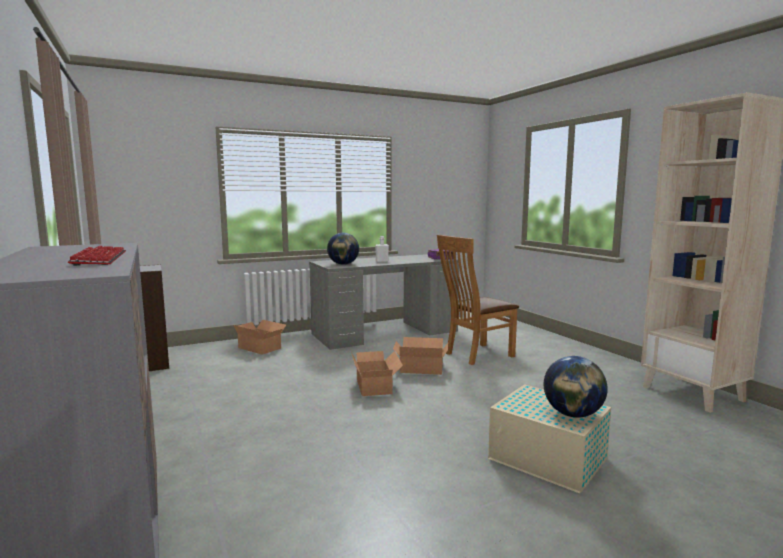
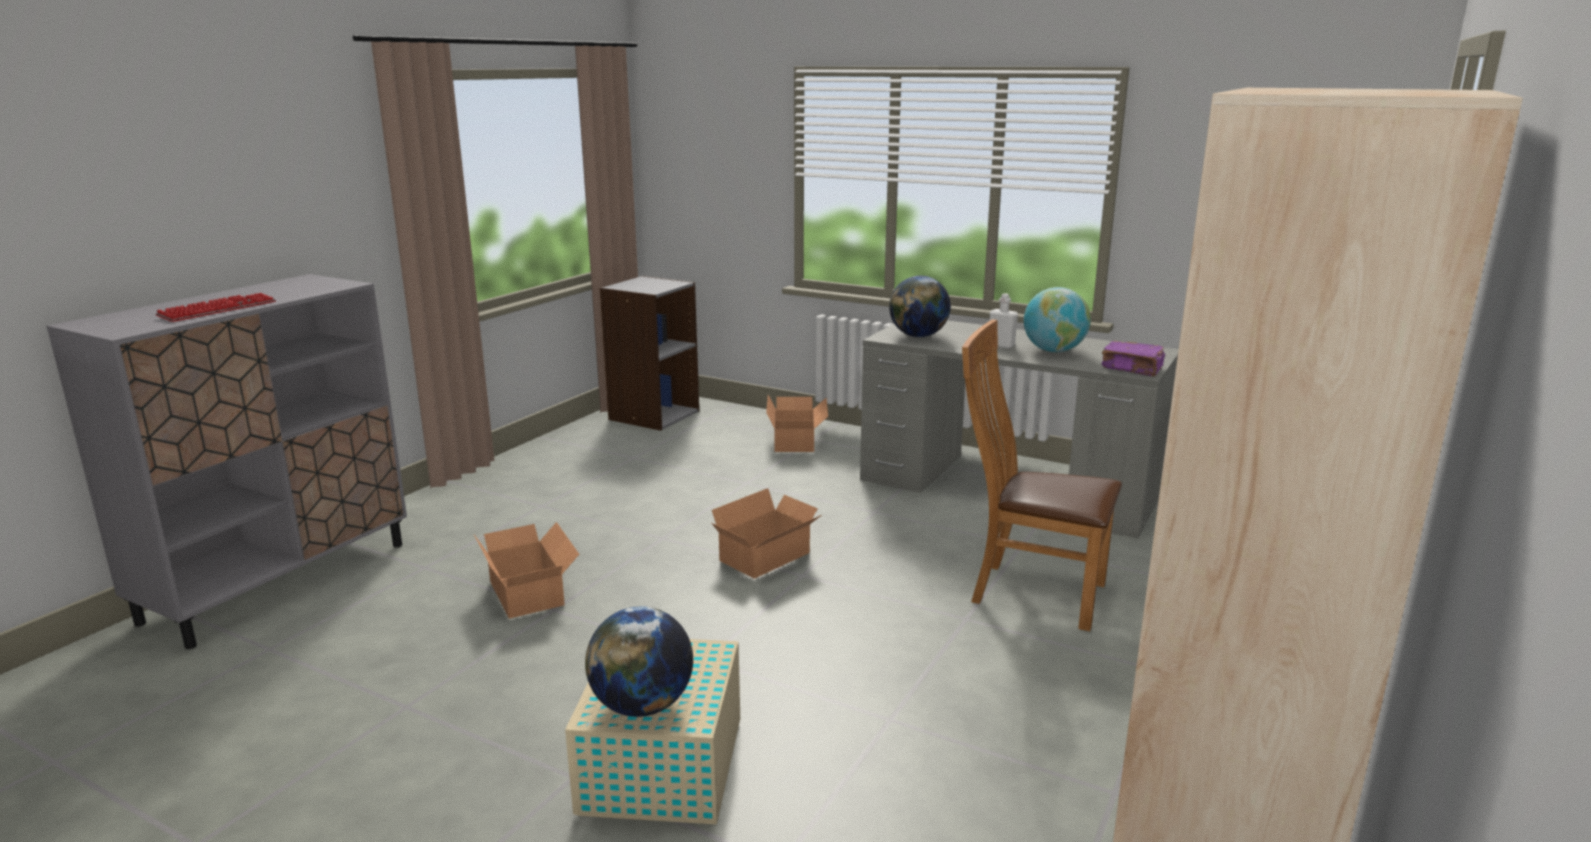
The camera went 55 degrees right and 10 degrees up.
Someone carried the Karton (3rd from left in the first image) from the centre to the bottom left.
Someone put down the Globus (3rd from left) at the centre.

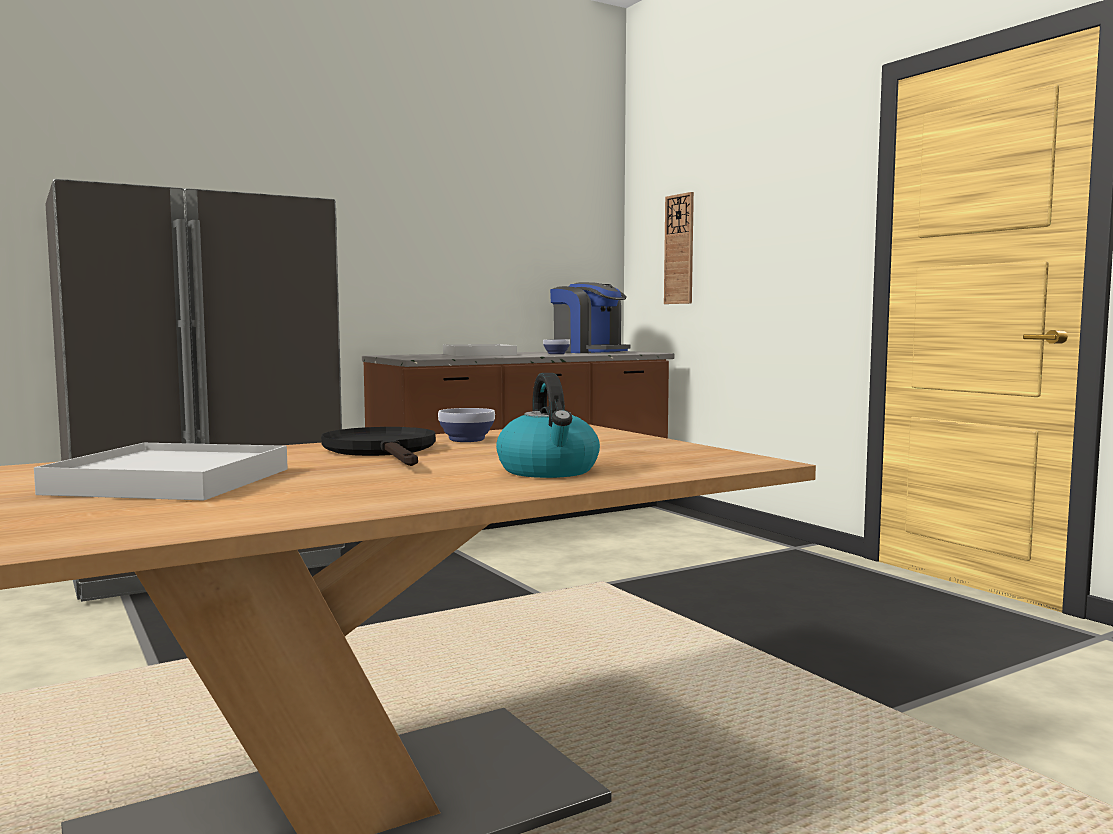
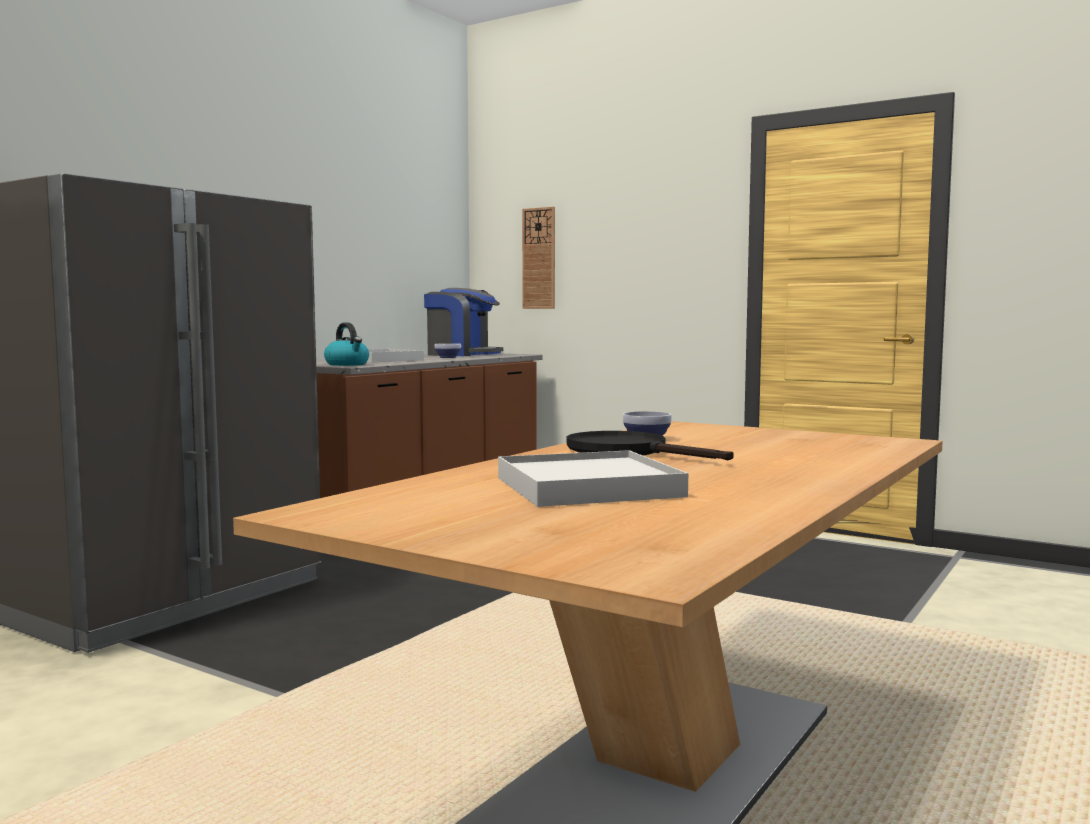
The camera went 25 degrees left and 0 degrees up.
Someone carried the Wasserkessel from the centre to the middle left.

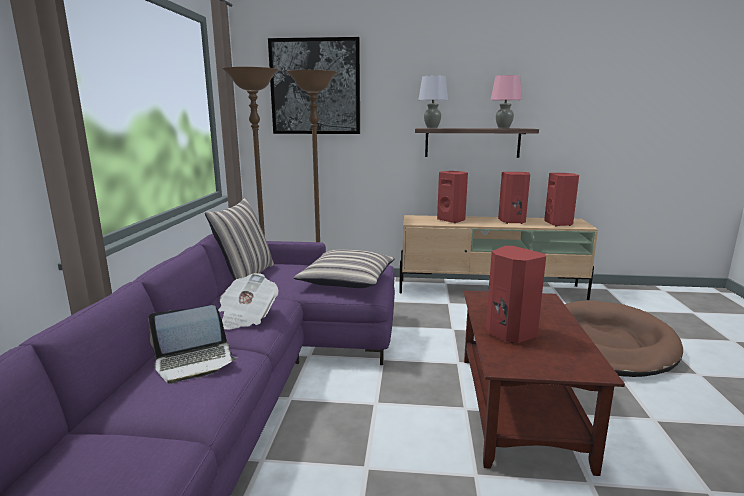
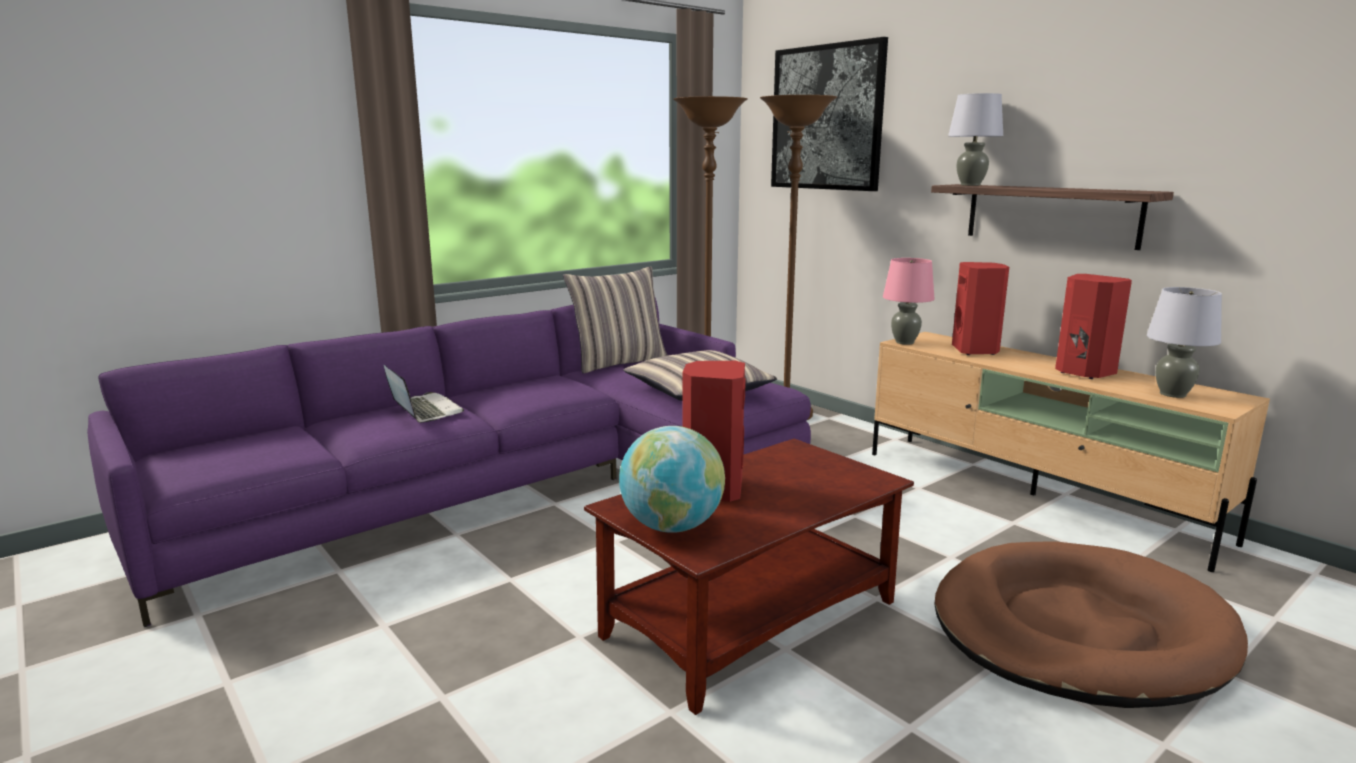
The camera went 45 degrees right and 0 degrees up.
Someone carried the Tischlampe [rosa] from the top right to the middle right.
Someone swapped the Lautsprecher [rot] (4th from left) at the middle right for the Tischlampe [grau] (2nd from left) at the middle right.
Someone took away the Zeitung at the centre.
Someone rotated the Laptop at the bottom left by 150 degrees counterclockwise.
Someone put down the Globus at the centre.

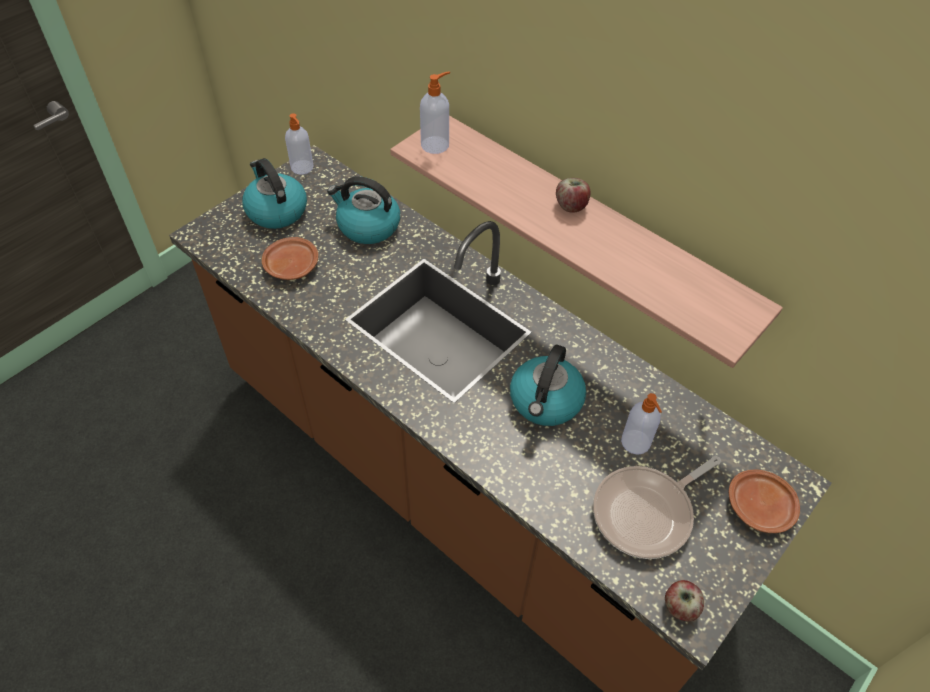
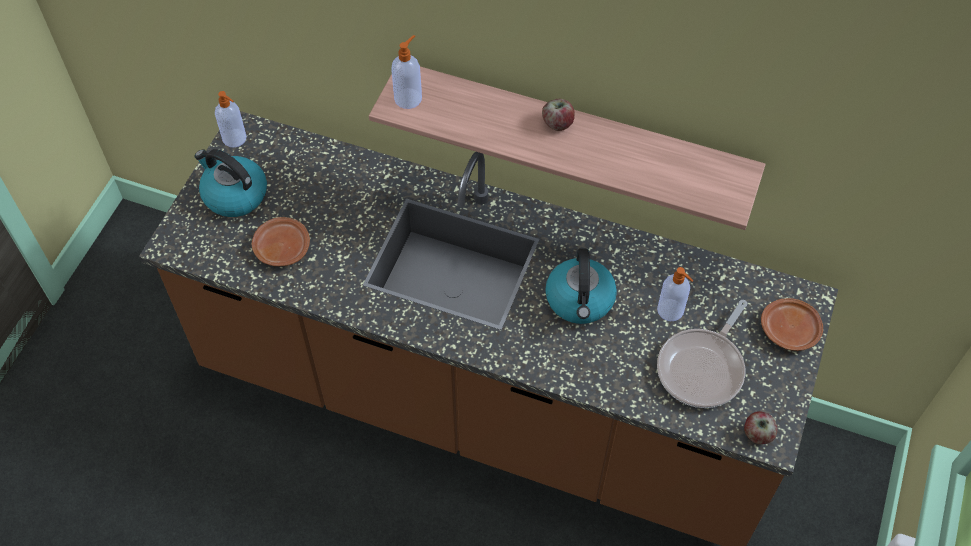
The camera went 20 degrees left and 5 degrees up.
Someone took away the Wasserkessel (2nd from left) at the top centre.

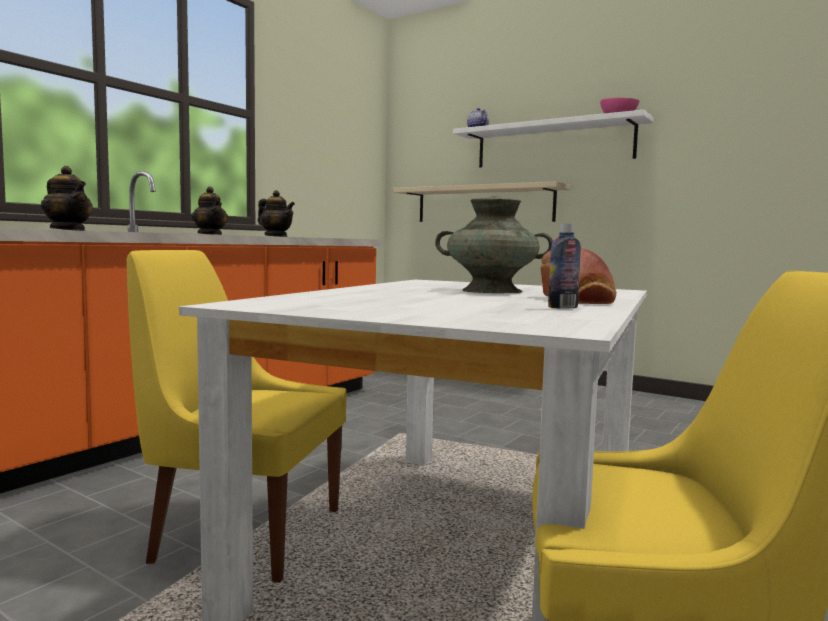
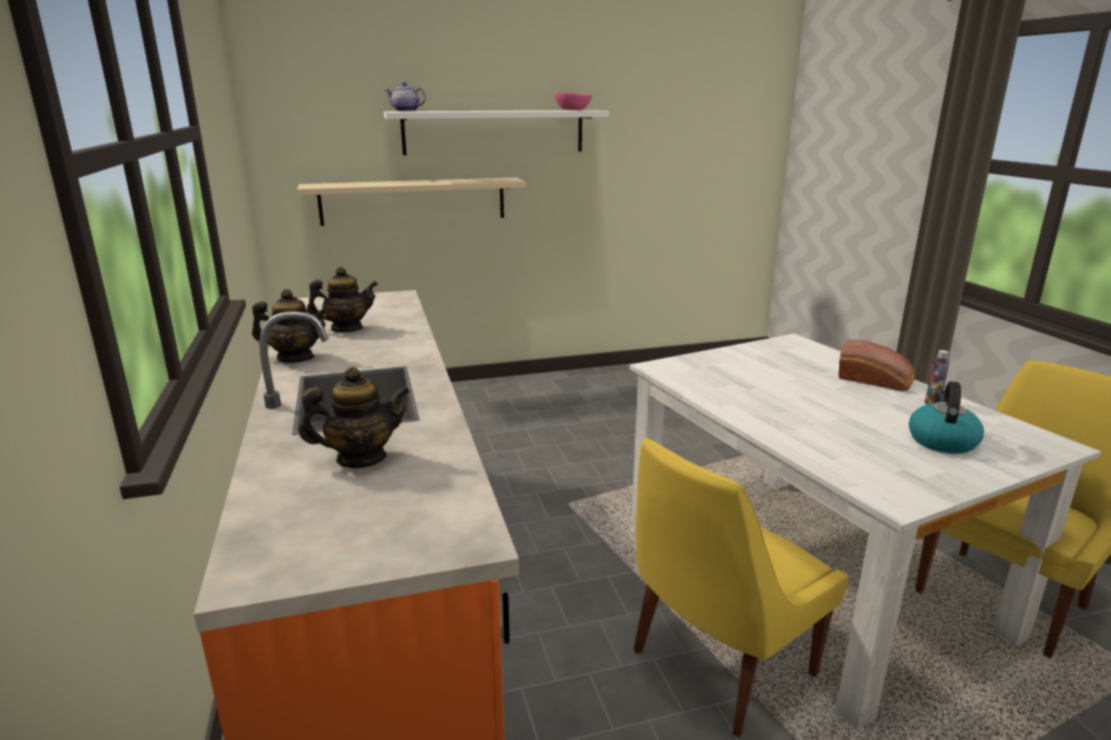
The camera went 50 degrees left and 15 degrees up.
Someone took away the Vase [türkis] at the centre.
Someone put down the Wasserkessel at the middle right.

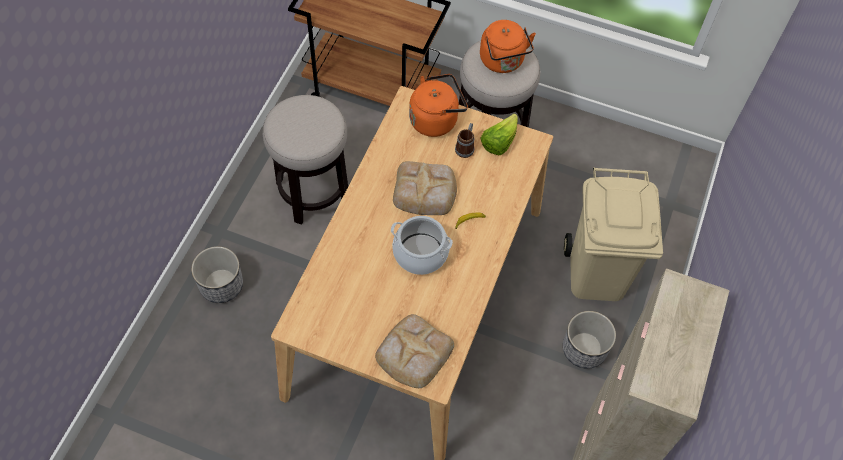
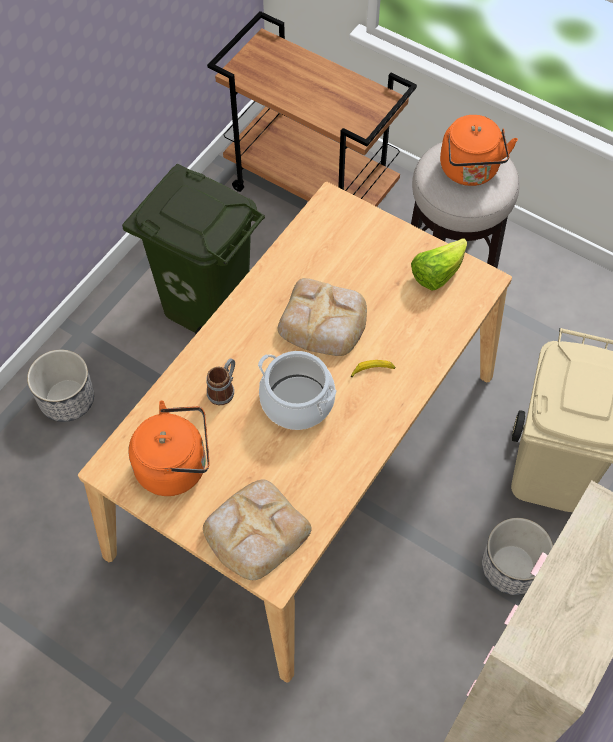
The camera went 15 degrees right and 0 degrees up.
Someone carried the Wasserkessel [orange] (1st from left) from the top centre to the middle left.
Someone swapped the Hocker (1st from left) at the centre for the Mülleimer [grün] at the middle left.
Someone carried the Henkelbecher from the top centre to the centre.

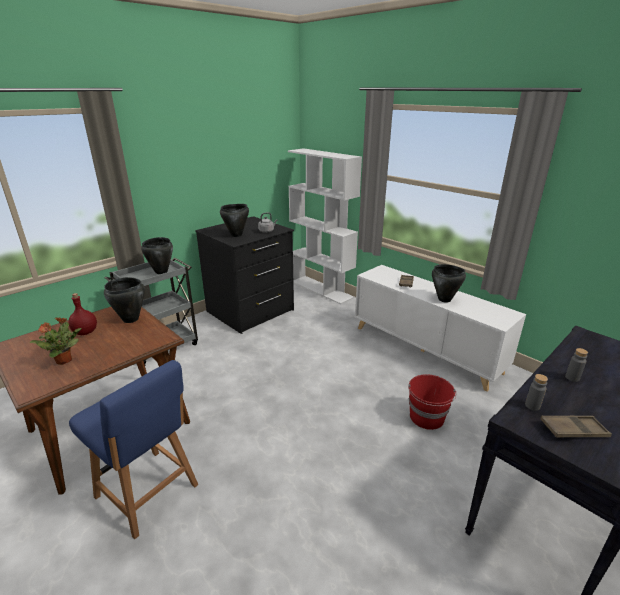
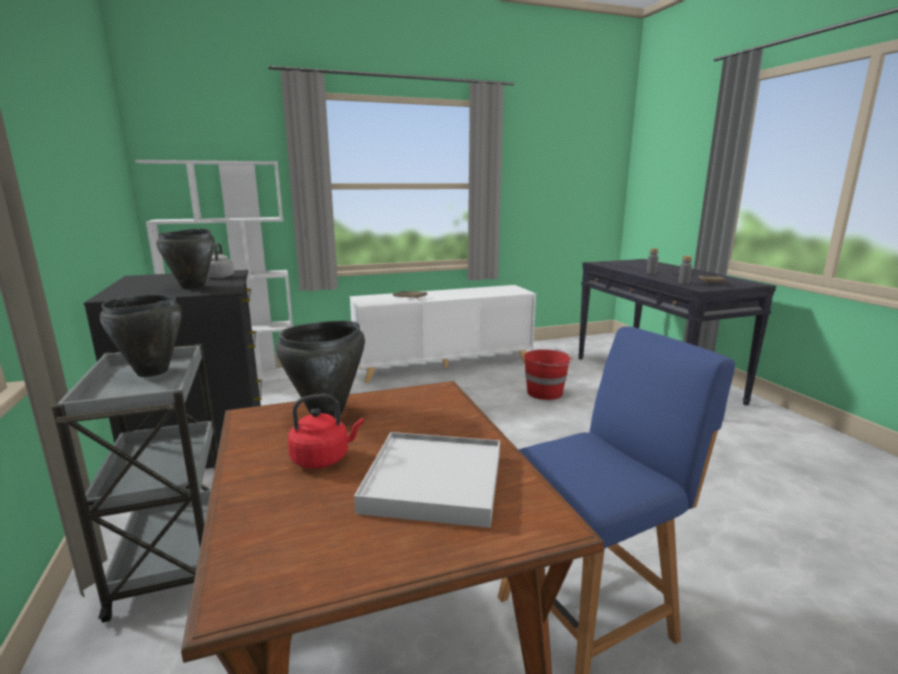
The camera went 65 degrees left and 10 degrees down.
Someone took away the Kochtopf [schwarz] (4th from left) at the middle right.
Someone swapped the Flasche [rot] at the middle left for the Wasserkessel [rot] at the centre.
Someone swapped the Topfpflanze at the middle left for the Tablett [weiß] at the bottom centre.

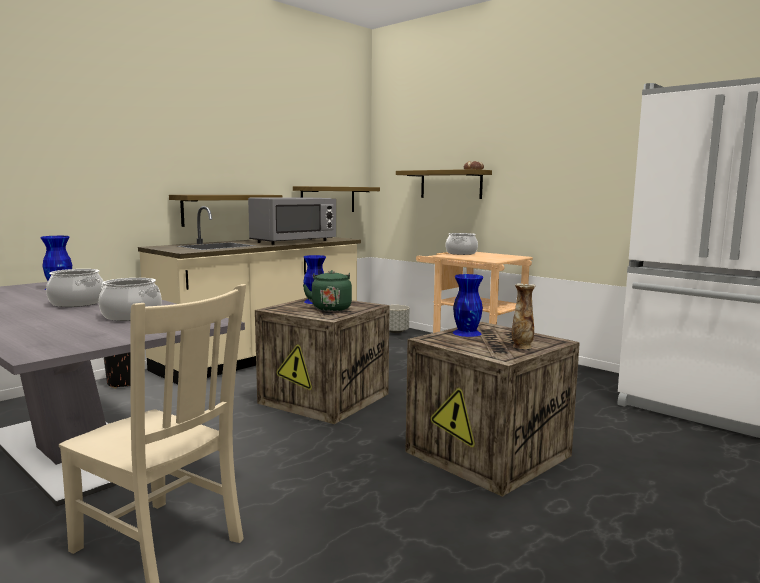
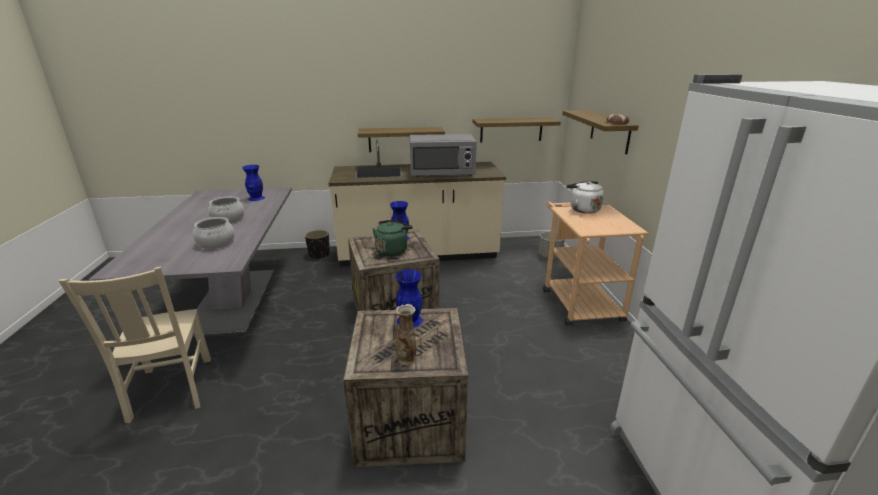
The camera went 40 degrees right and 15 degrees up.
Someone swapped the Kochtopf (3rd from left) at the centre for the Wasserkessel [weiß] at the centre.

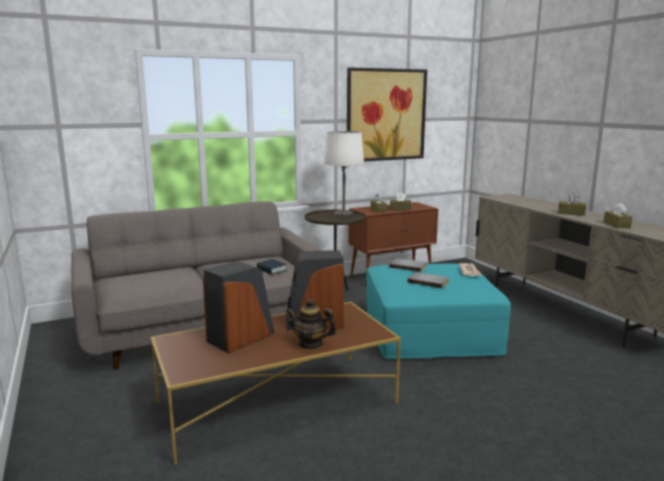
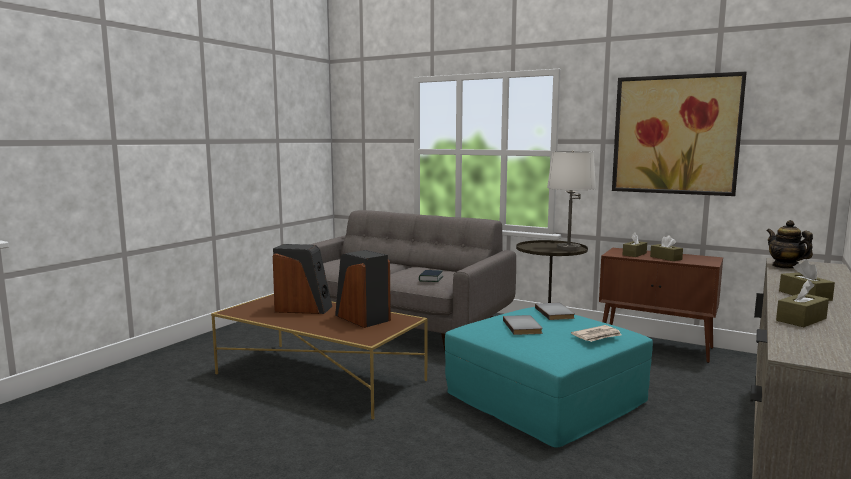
The camera went 55 degrees right and 5 degrees down.
Someone carried the Teekanne from the bottom centre to the middle right.

